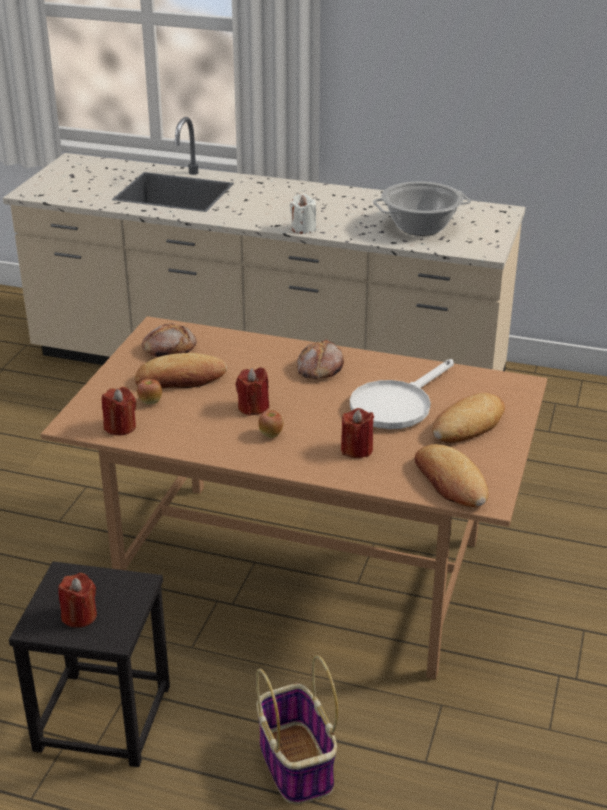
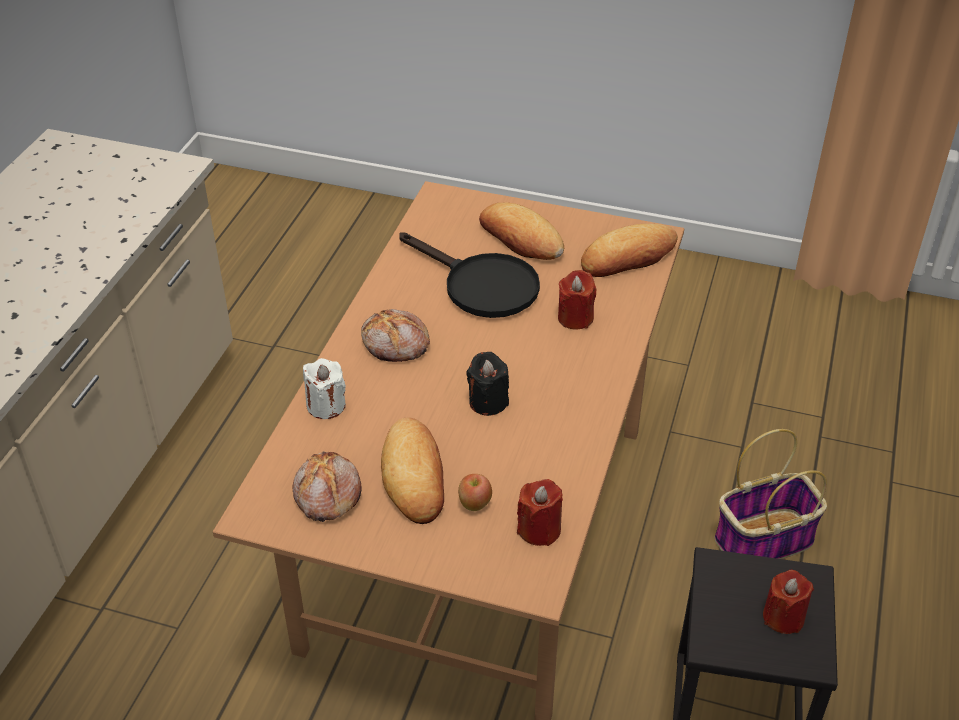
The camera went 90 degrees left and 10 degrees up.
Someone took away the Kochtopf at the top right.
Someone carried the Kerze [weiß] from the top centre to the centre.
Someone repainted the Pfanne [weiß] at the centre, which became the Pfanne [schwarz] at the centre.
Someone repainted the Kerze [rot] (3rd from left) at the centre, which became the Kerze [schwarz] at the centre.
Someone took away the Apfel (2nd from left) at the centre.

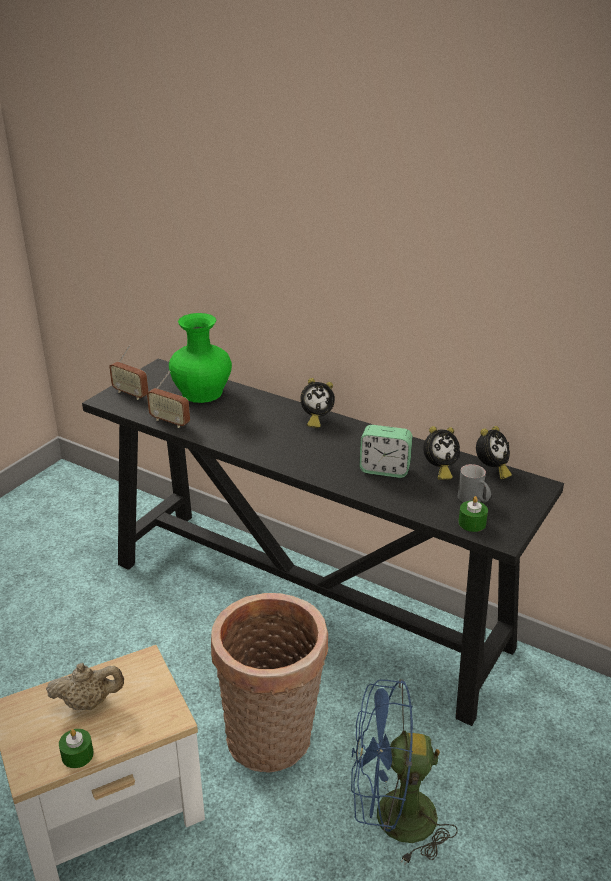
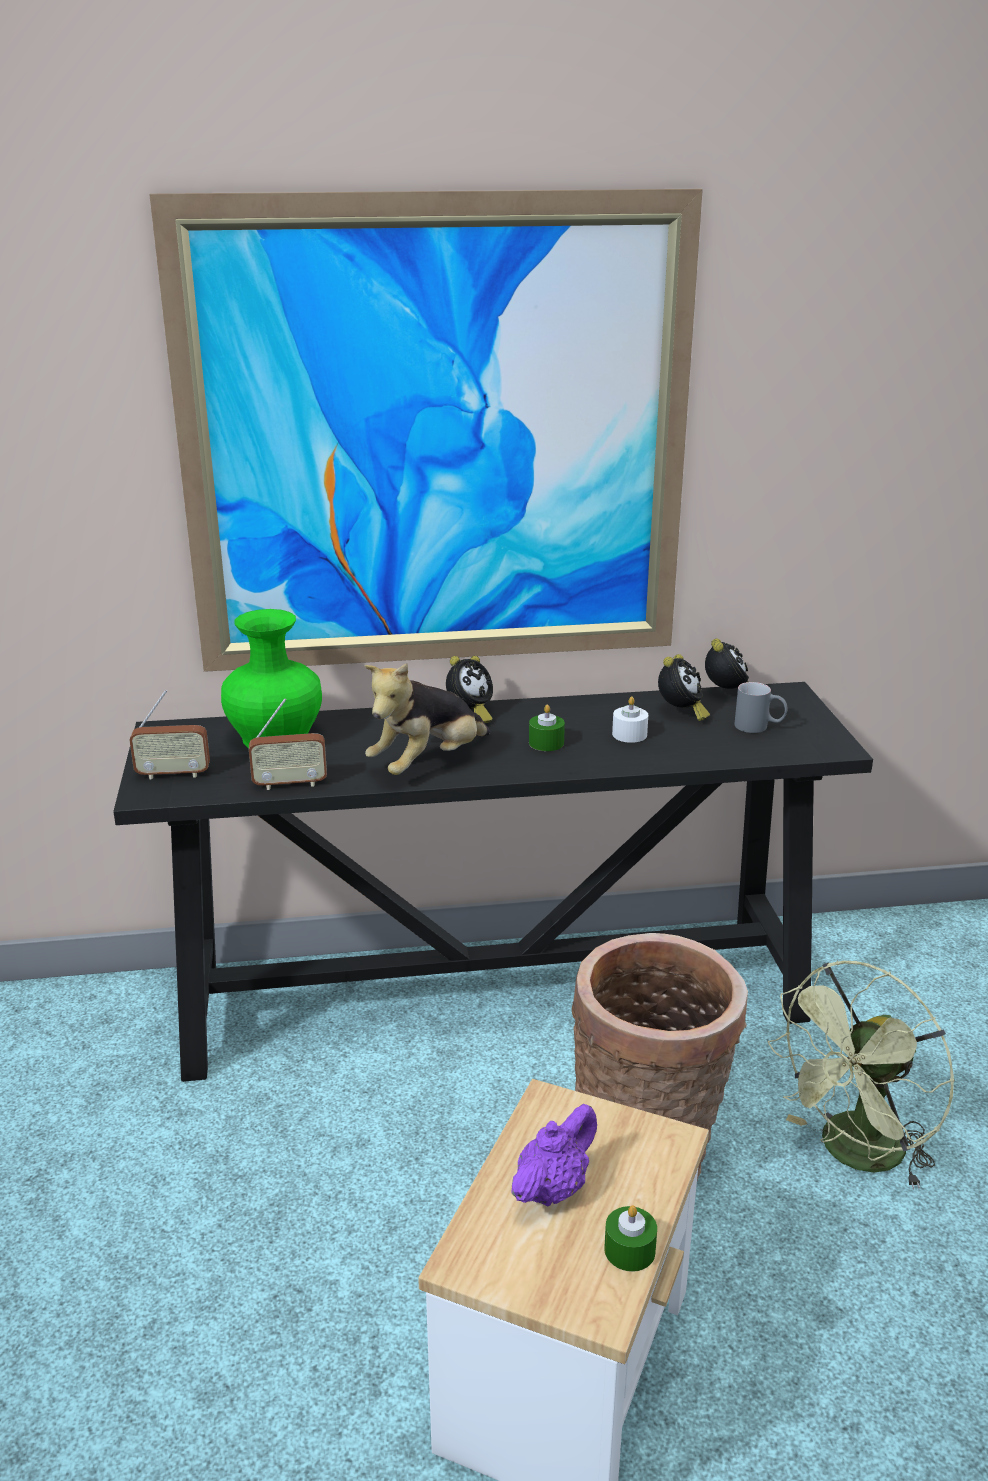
The camera went 40 degrees left and 5 degrees down.
Someone swapped the Wecker (2nd from left) at the centre for the Kerze [weiß] at the centre.
Someone carried the Kerze [grün] (2nd from left in the first image) from the middle right to the centre.
Someone repainted the Teekanne [beige] at the bottom left, which became the Teekanne [lila] at the bottom centre.
Someone repainted the Ventilator [blau] at the bottom centre, which became the Ventilator [grün] at the bottom right.
Someone put up the Bild at the top centre.
Someone put down the Plüschtier at the centre.

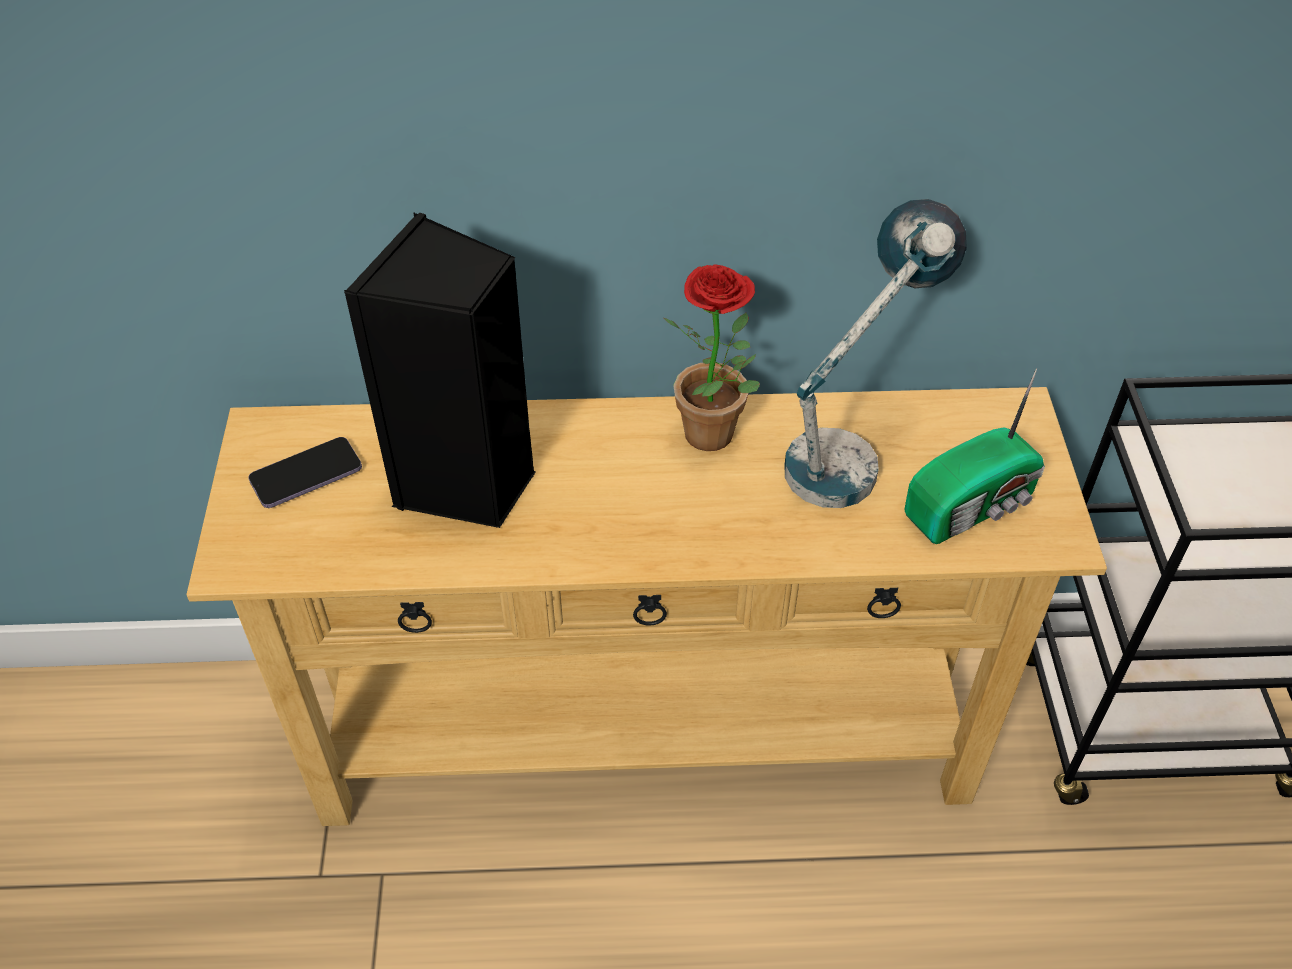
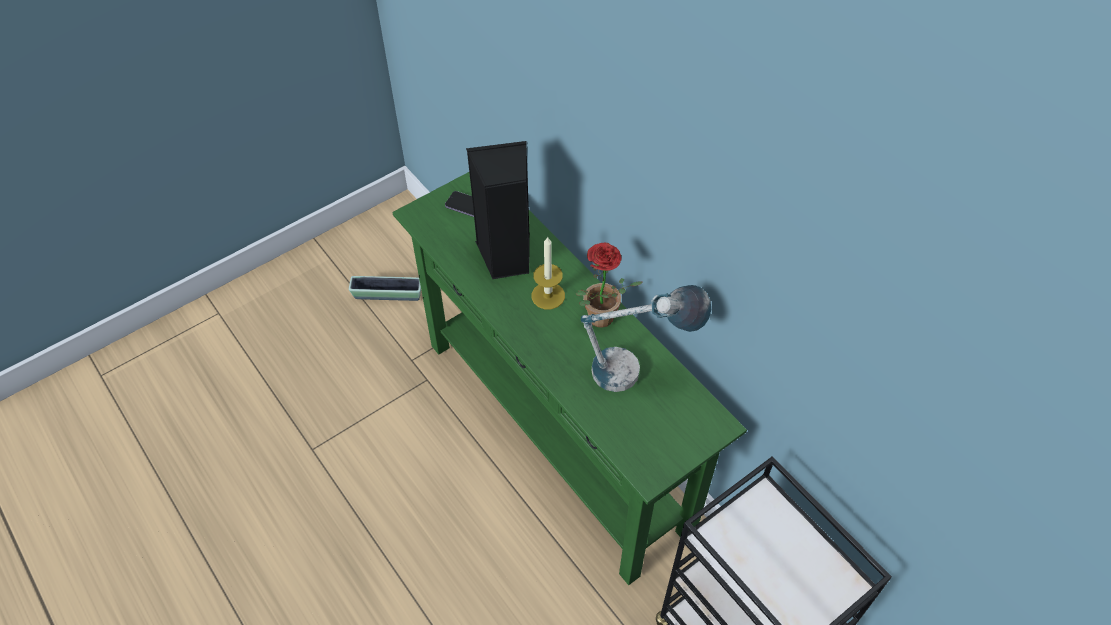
The camera went 55 degrees right and 5 degrees up.
Someone took away the Radio at the middle right.
Someone repainted the Konsolentisch [beige] at the centre, which became the Konsolentisch [grün] at the centre.
Someone put down the Kerze at the centre.
Someone put down the Pflanzkübel at the centre.

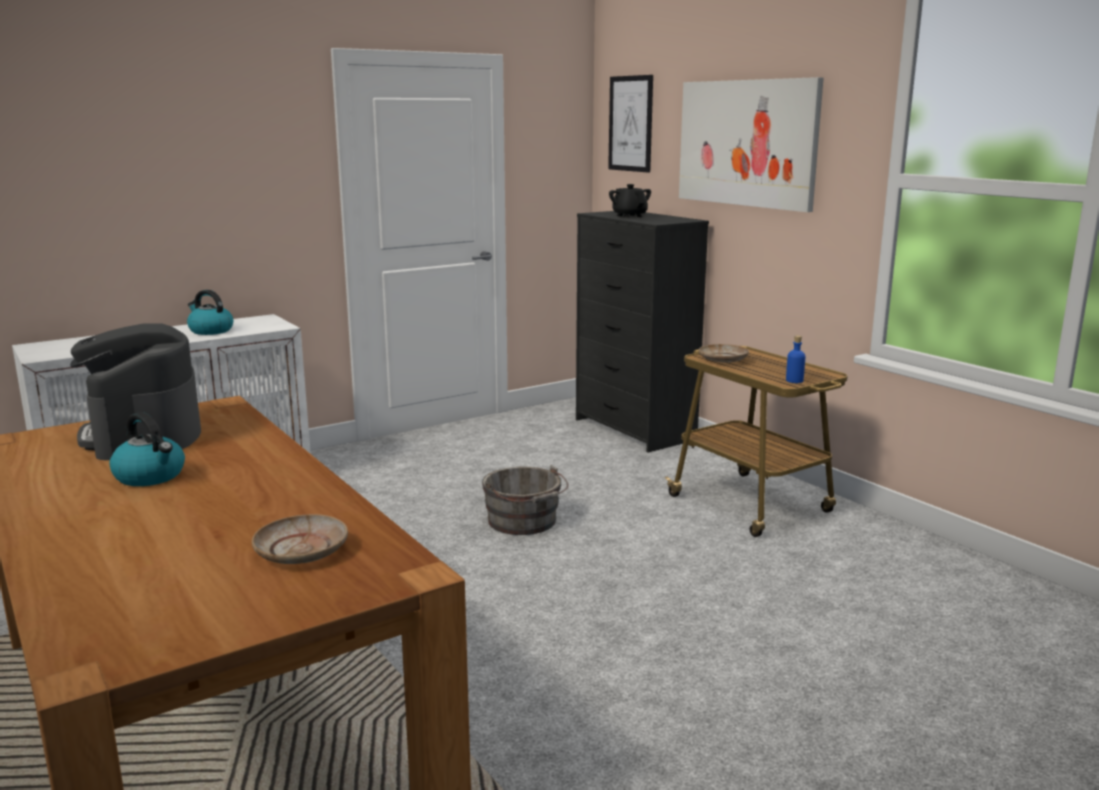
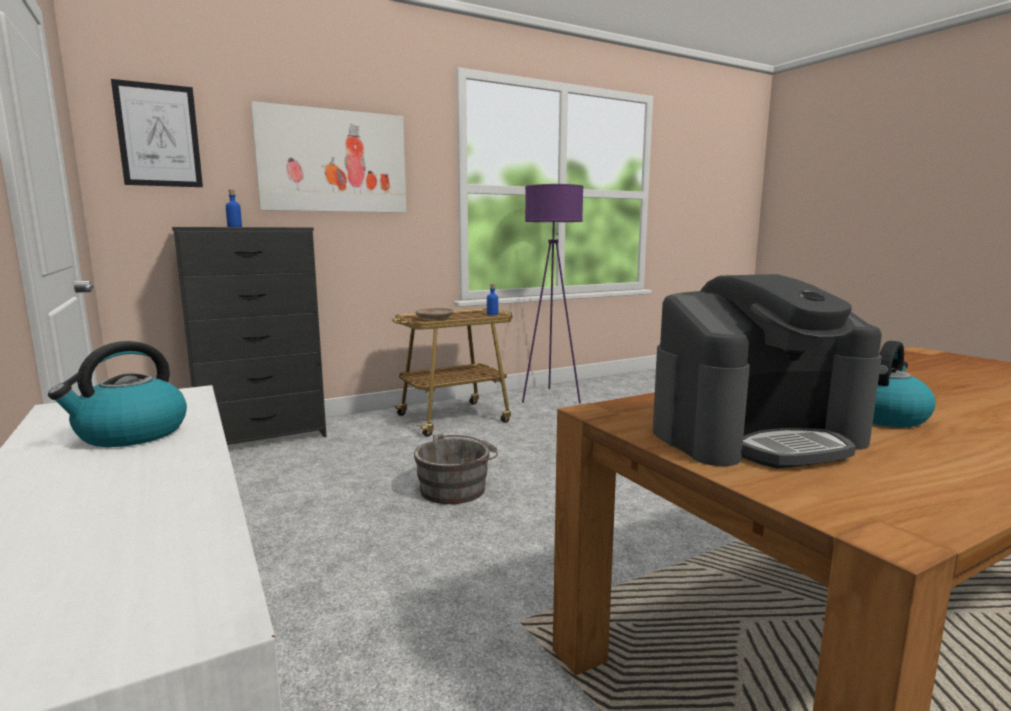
The camera went 85 degrees left and 5 degrees down.
Someone swapped the Teekanne [schwarz] at the top centre for the Flasche [blau] (1st from left) at the top left.
Someone took away the Teller [beige] (1st from left) at the bottom left.
Someone put down the Stehlampe [lila] at the centre.

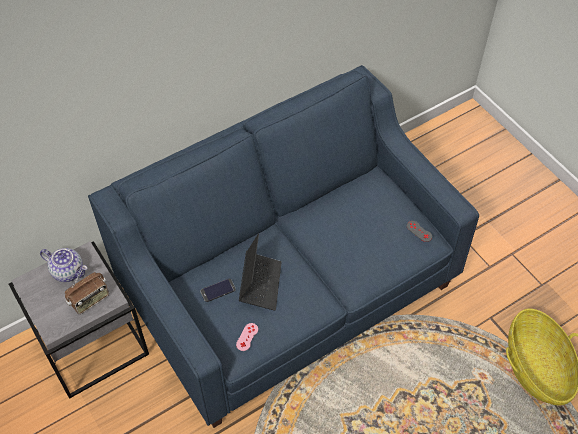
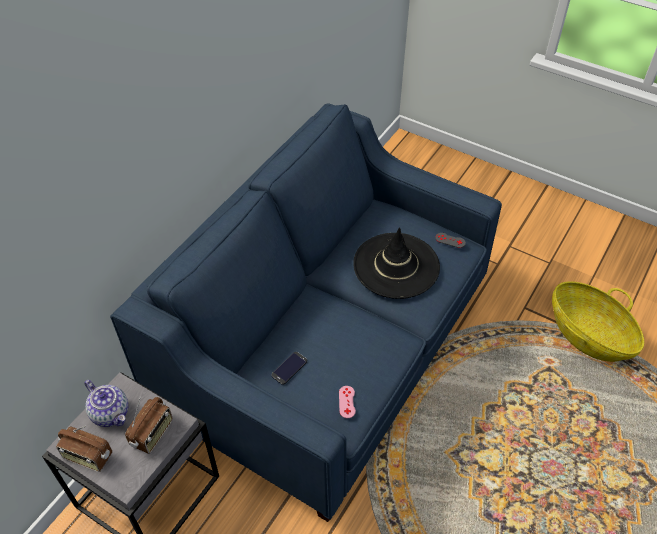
The camera went 25 degrees left and 5 degrees down.
Someone took away the Laptop at the centre.
Someone rotated the Teekanne at the middle left by 45 degrees clockwise.
Someone put down the Hut [schwarz] at the centre.
Someone put down the Radio (1st from left) at the bottom left.

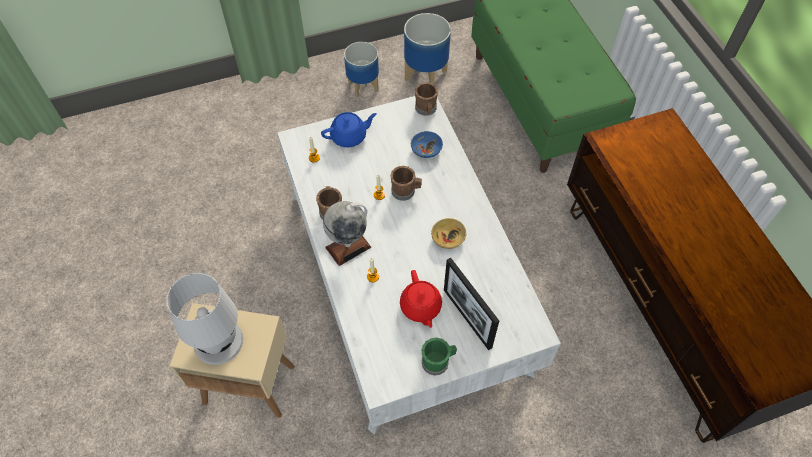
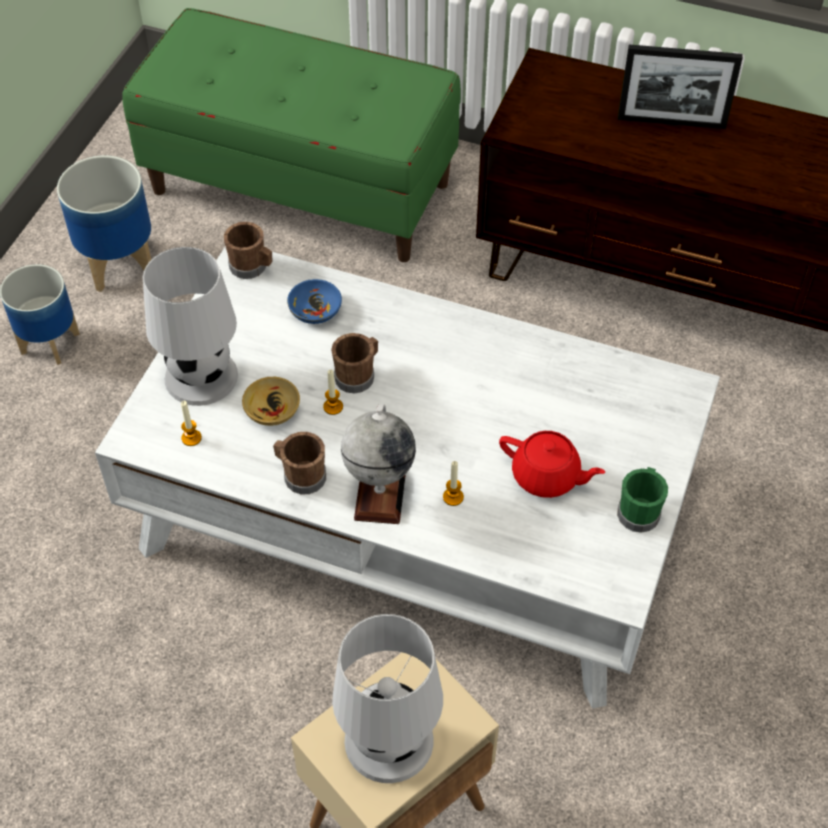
The camera went 50 degrees left and 5 degrees down.
Someone swapped the Teekanne [blau] at the top centre for the Tischlampe [weiß] (1st from left) at the middle left.
Someone carried the Schüssel [beige] from the centre to the middle left.
Someone carried the Bilderrahmen from the centre to the top right.

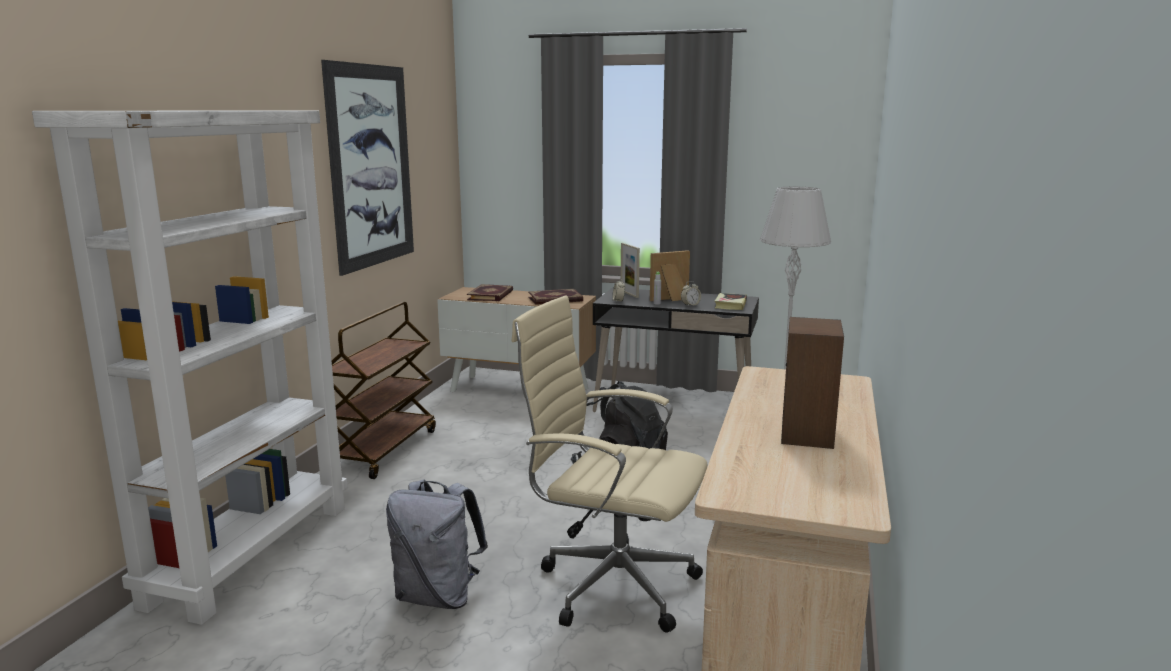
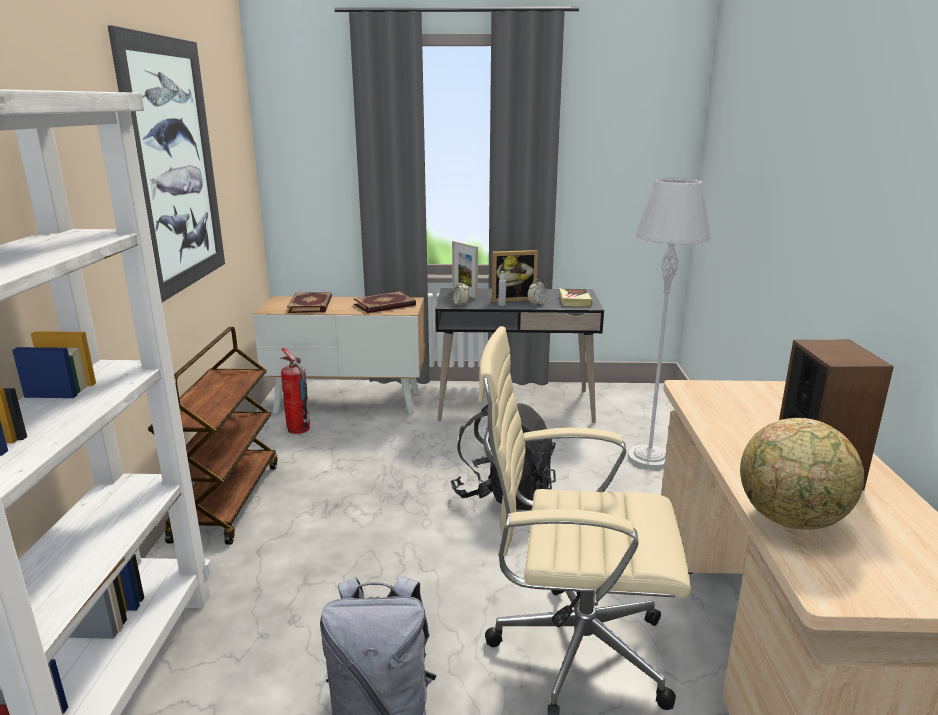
The camera went 15 degrees left and 5 degrees up.
Someone rotated the Bilderrahmen (2nd from left) at the centre by 150 degrees counterclockwise.
Someone put down the Feuerlöscher at the middle left.
Someone put down the Globus at the middle right.

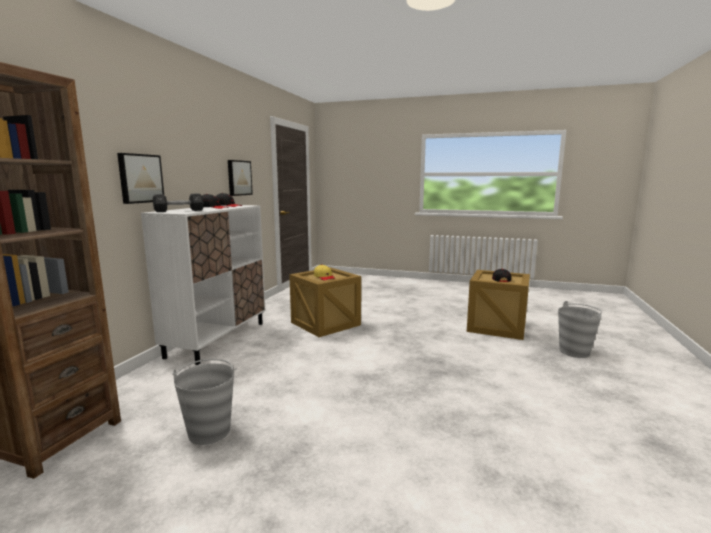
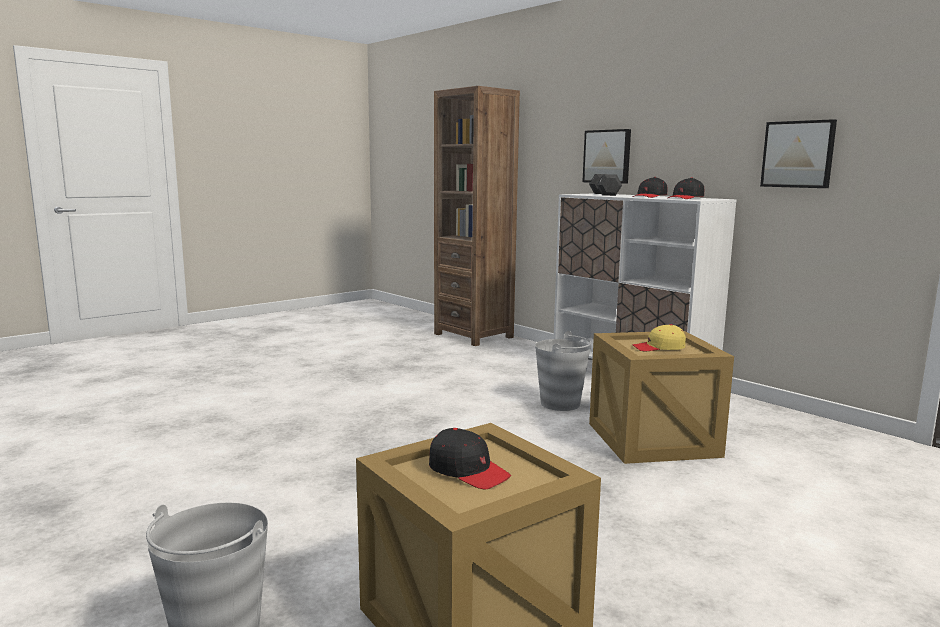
The camera went 120 degrees right and 0 degrees up.
Someone carried the Eimer [grau] (1st from left in the first image) from the bottom left to the centre.

